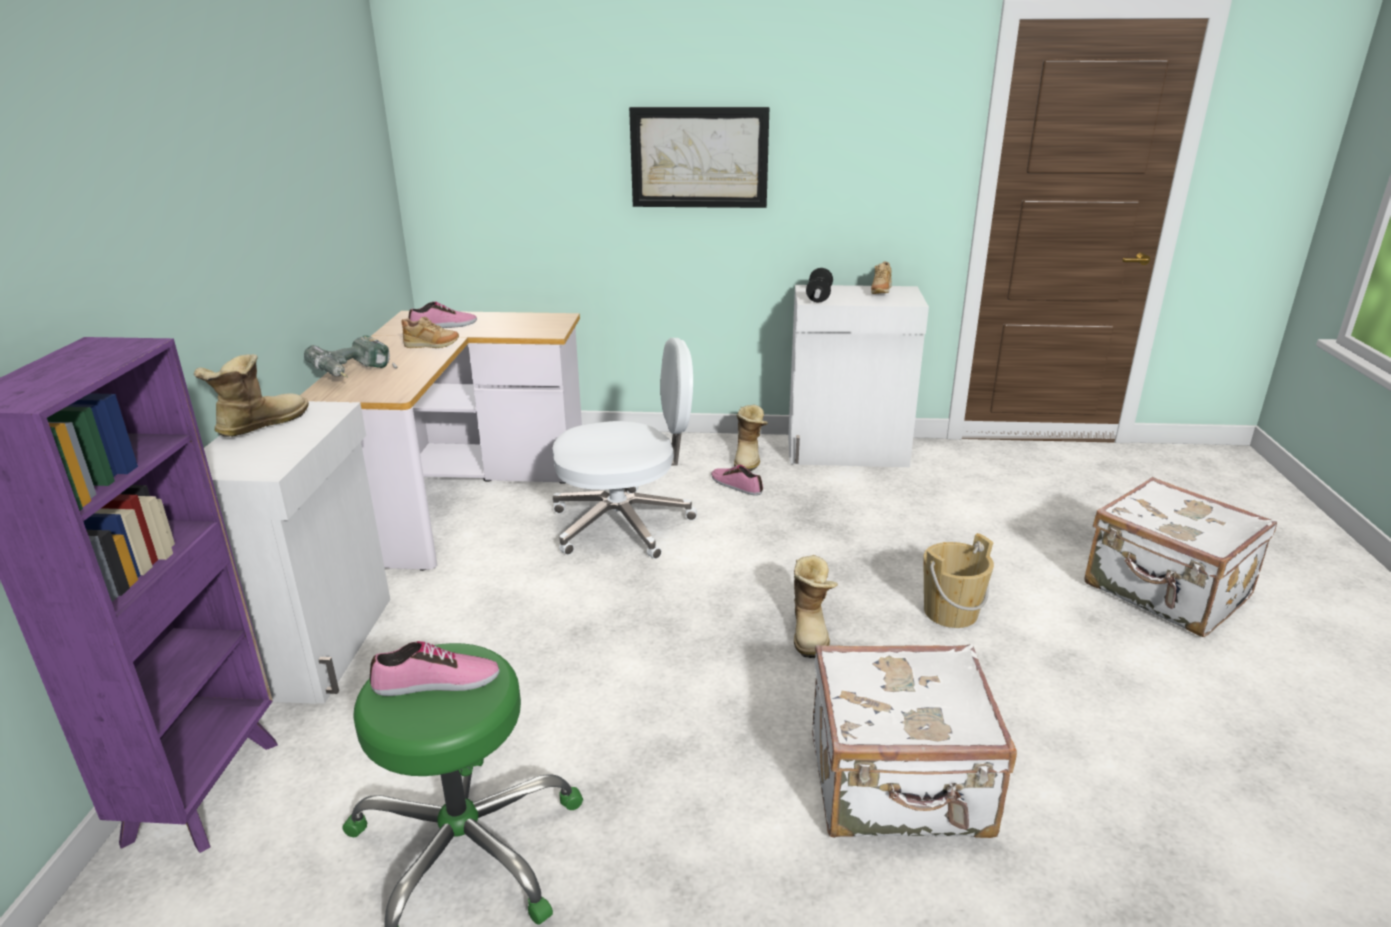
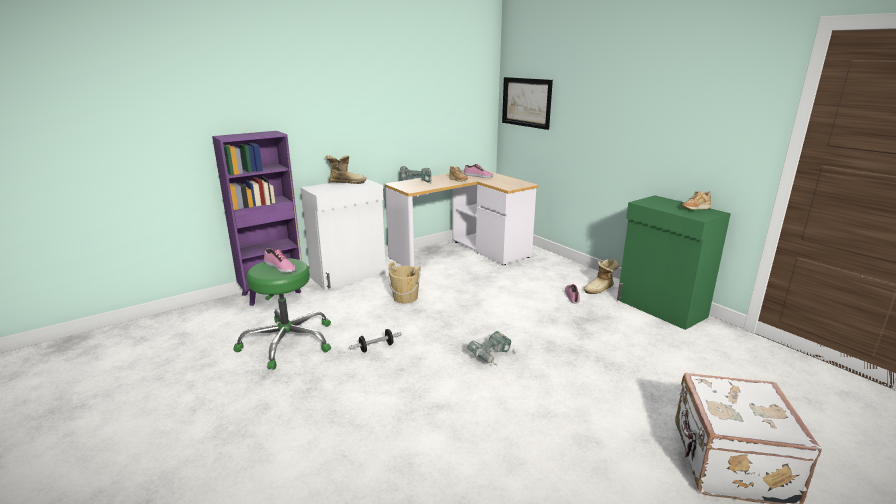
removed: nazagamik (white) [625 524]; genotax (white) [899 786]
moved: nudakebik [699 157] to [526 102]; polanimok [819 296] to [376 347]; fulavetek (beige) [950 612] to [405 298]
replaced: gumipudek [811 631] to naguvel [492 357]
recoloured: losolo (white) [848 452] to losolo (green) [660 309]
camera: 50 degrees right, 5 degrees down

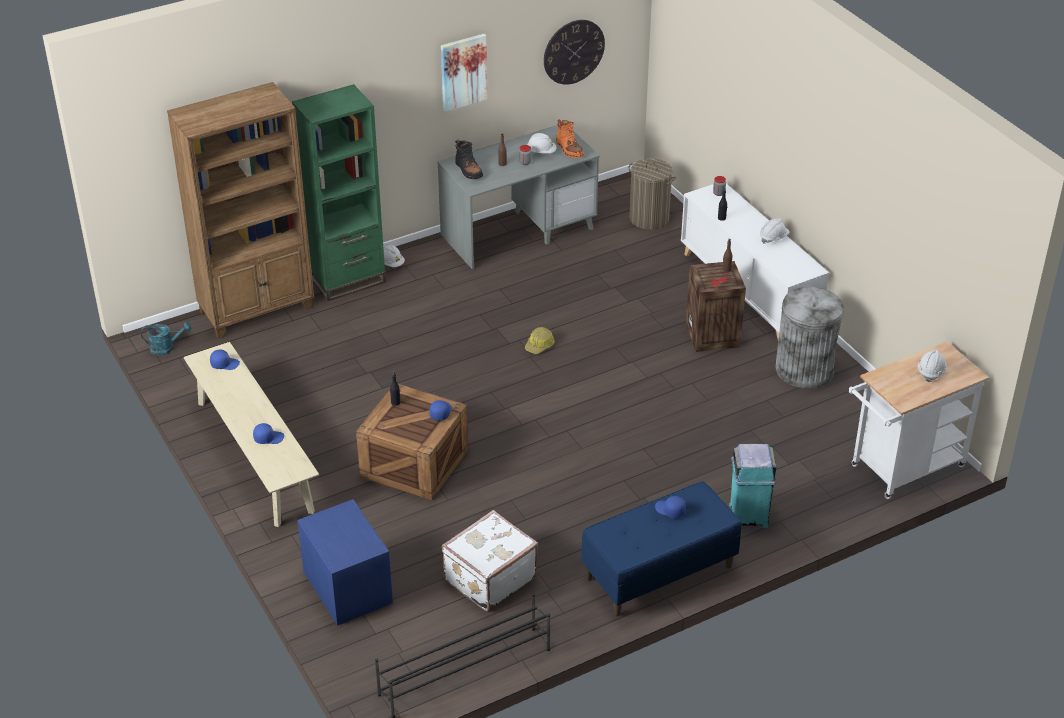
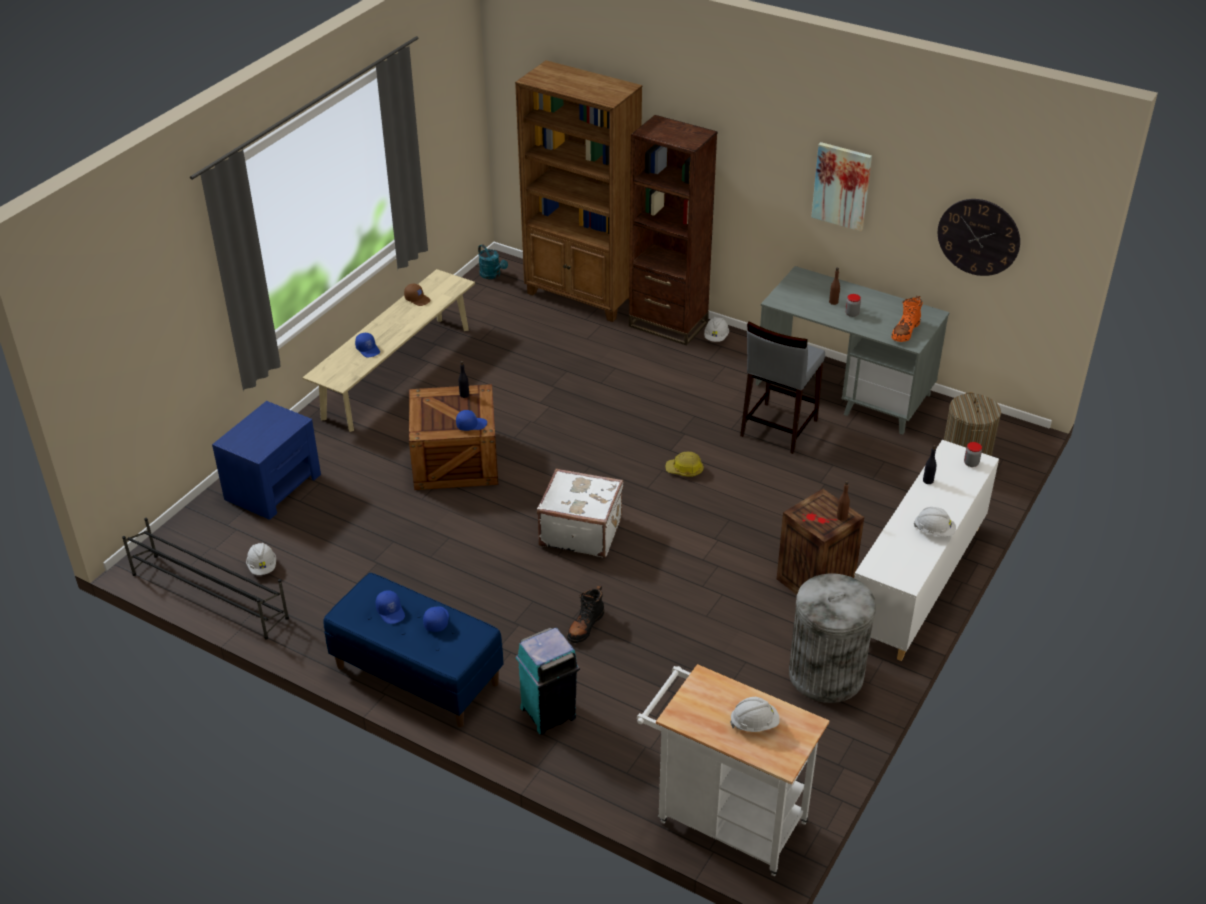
added: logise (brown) [417 299]; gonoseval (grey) [778 428]
moved: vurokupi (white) [541 152] to [262 567]; gumipudek (black) [468 170] to [585 626]; logise (blue) [225 364] to [391 611]; genotax (white) [489 578] to [580 531]
recoloured: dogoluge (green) [347 280] to dogoluge (brown) [668 324]
camera: 60 degrees right, 0 degrees up

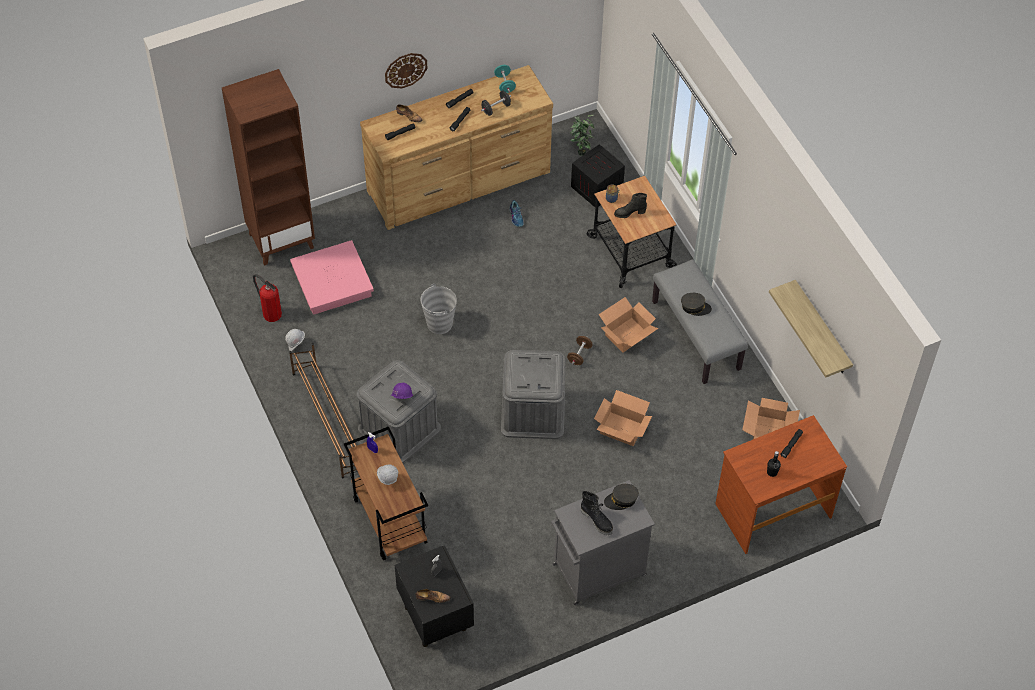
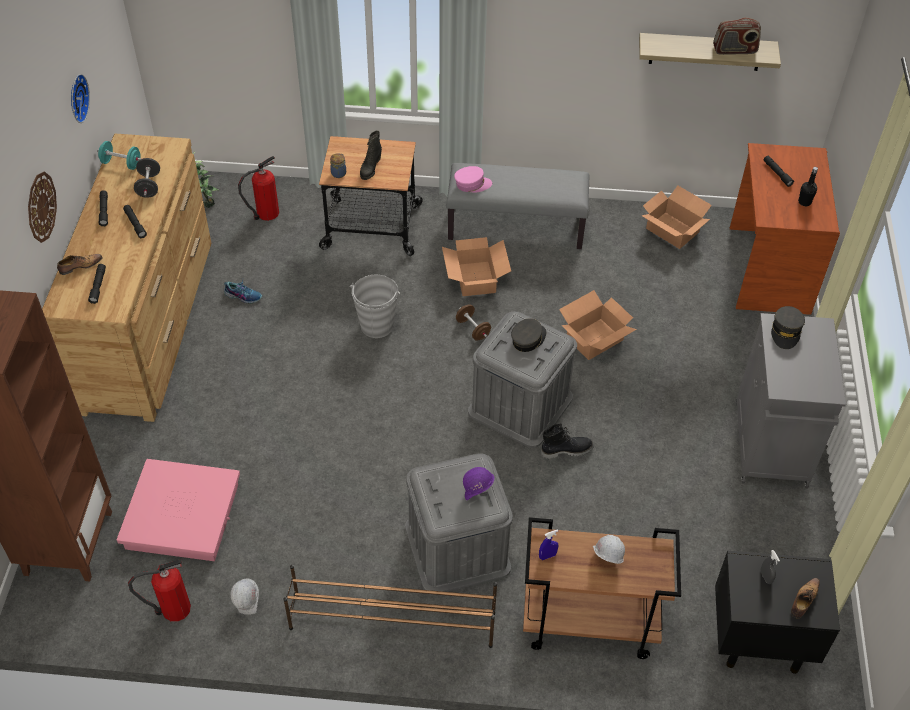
added: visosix [734 50]; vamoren [76 98]; logise (pink) [472 184]
moved: fulavetek (grey) [439 323] to [376 326]; logise (grey) [695 307] to [528 339]; gumipudek (black) [597 520] to [566 450]
replaced: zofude [597 188] to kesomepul [266 214]
camera: 60 degrees left, 5 degrees down

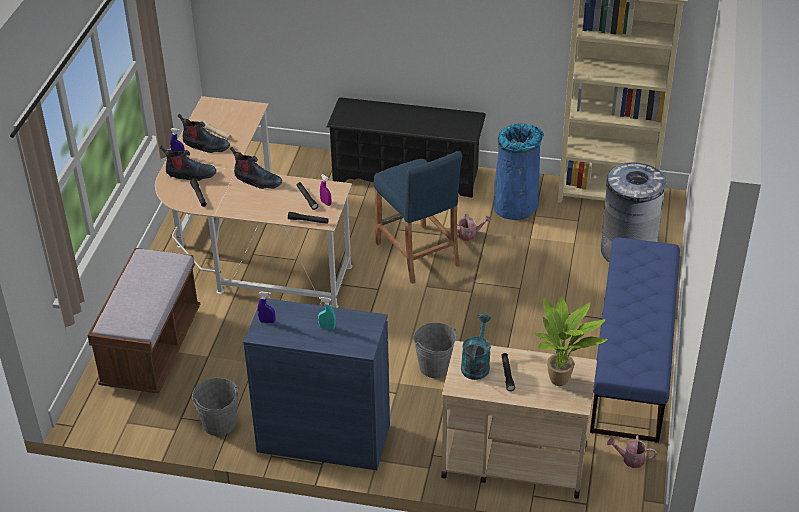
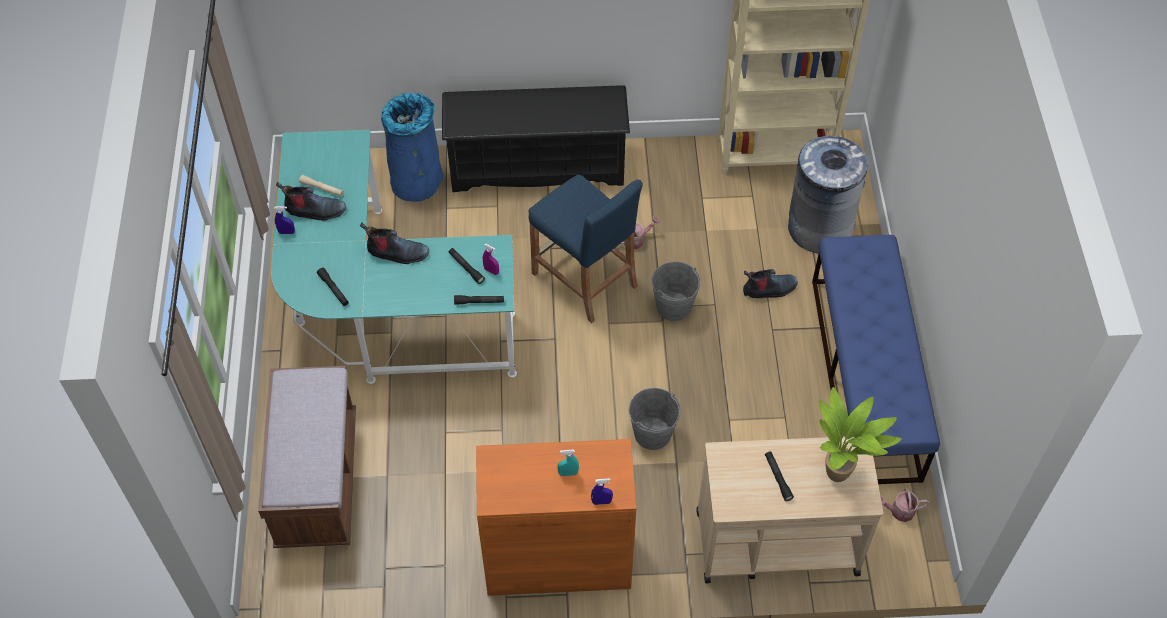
removed: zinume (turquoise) [476 364]
moved: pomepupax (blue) [516 205] to [417 180]; gumipudek [190 175] to [769 290]; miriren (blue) [267 321] to [601 502]; fulavetek (grey) [219 423] to [673 306]
recoloured: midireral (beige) [247 248] to midireral (turquoise) [382 311]; losolo (blue) [323 438] to losolo (orange) [558 559]
camera: 15 degrees left, 15 degrees up

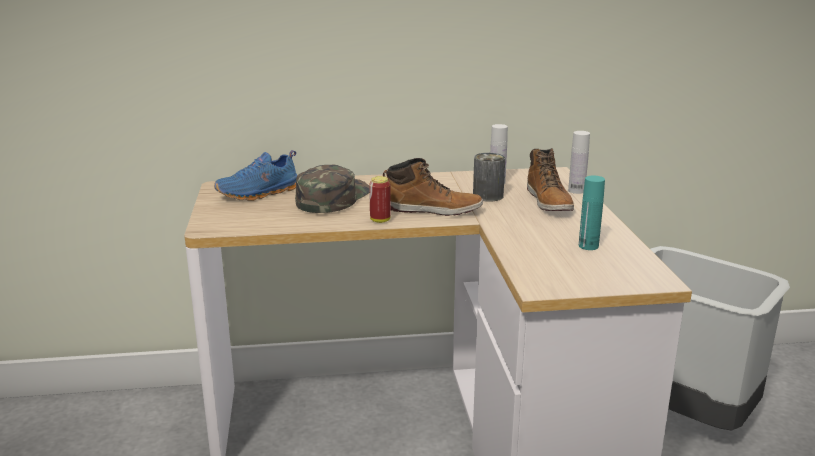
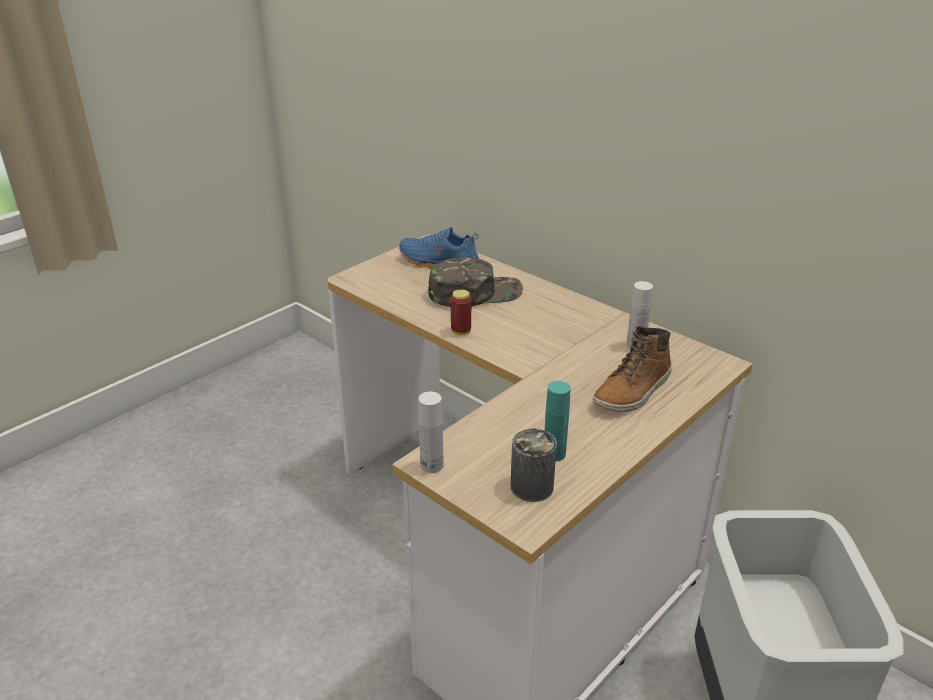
removed: gumipudek [432 209]
moved: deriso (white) [576 191] to [431 465]; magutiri [488 196] to [532 487]
camera: 50 degrees right, 10 degrees up

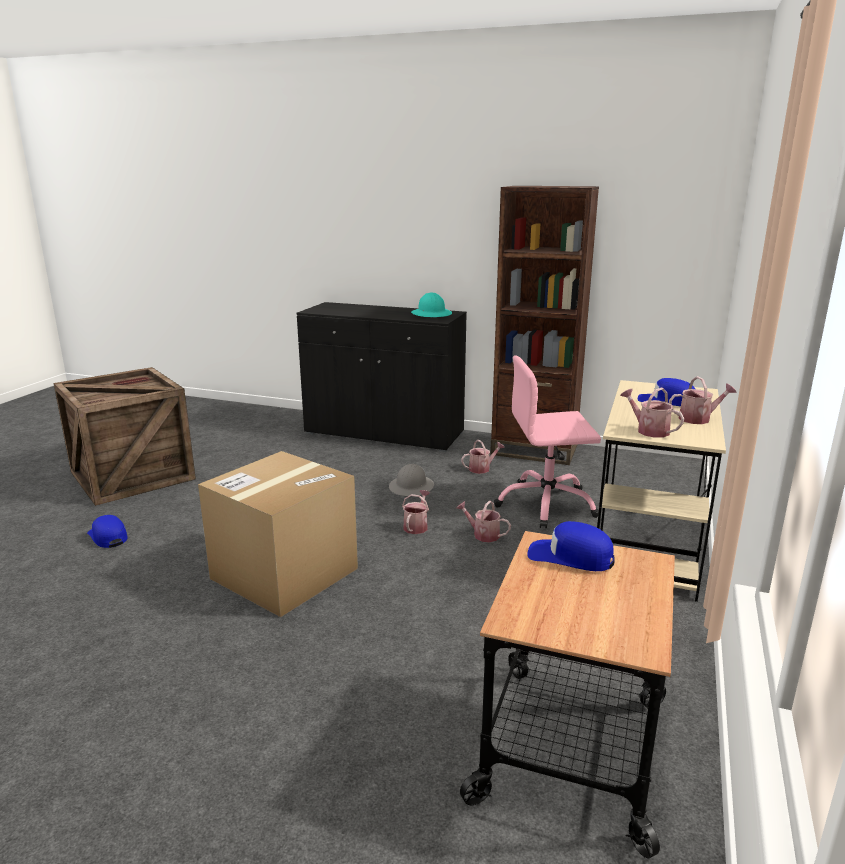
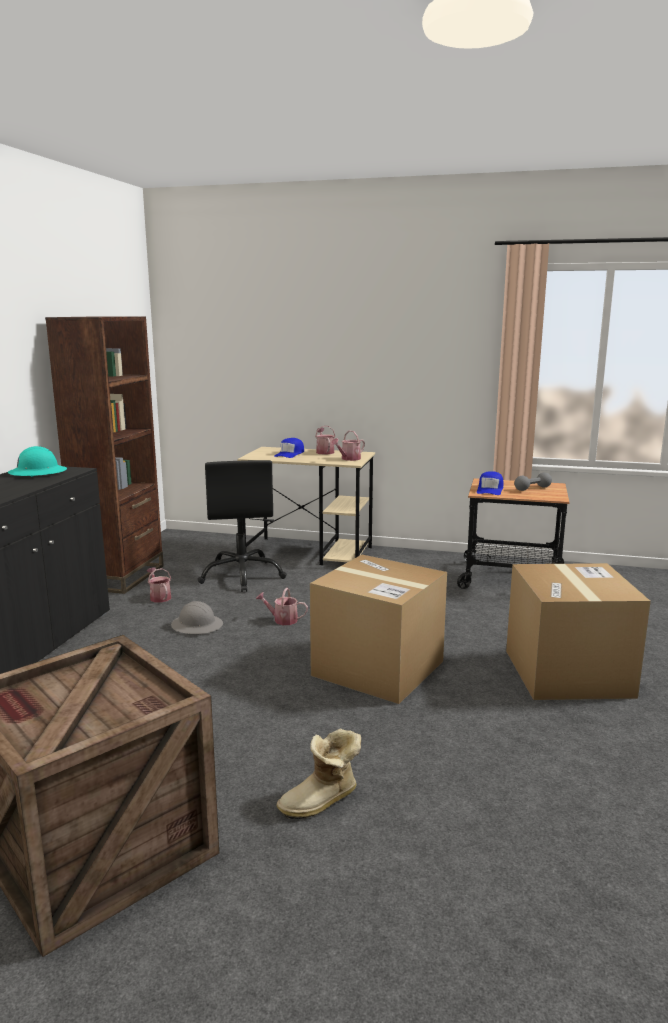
removed: zinume [483 534]
added: polanimok (grey) [532 488]; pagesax [567 673]
replaced: logise (blue) [108 536] to gumipudek [322 802]
recoloured: nazagamik (pink) [546 504] to nazagamik (black) [242 576]
camera: 95 degrees left, 5 degrees down

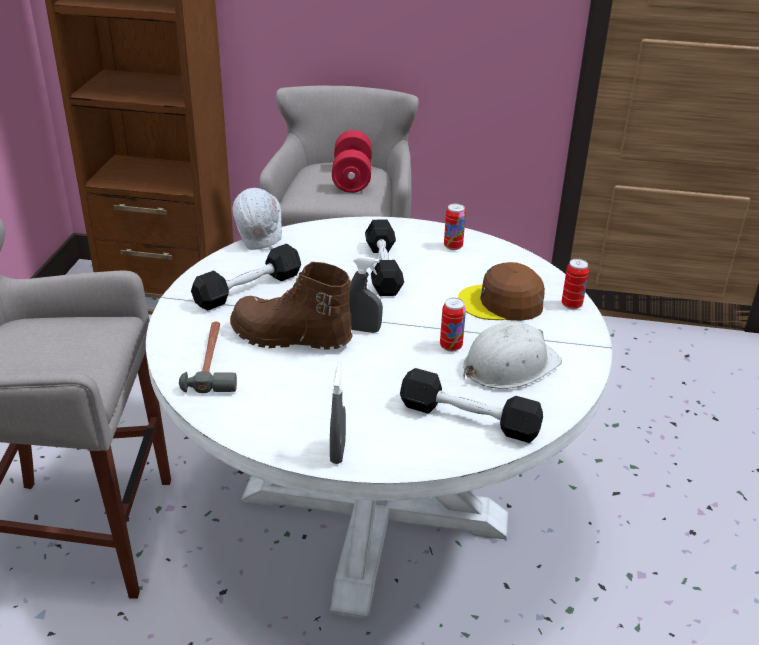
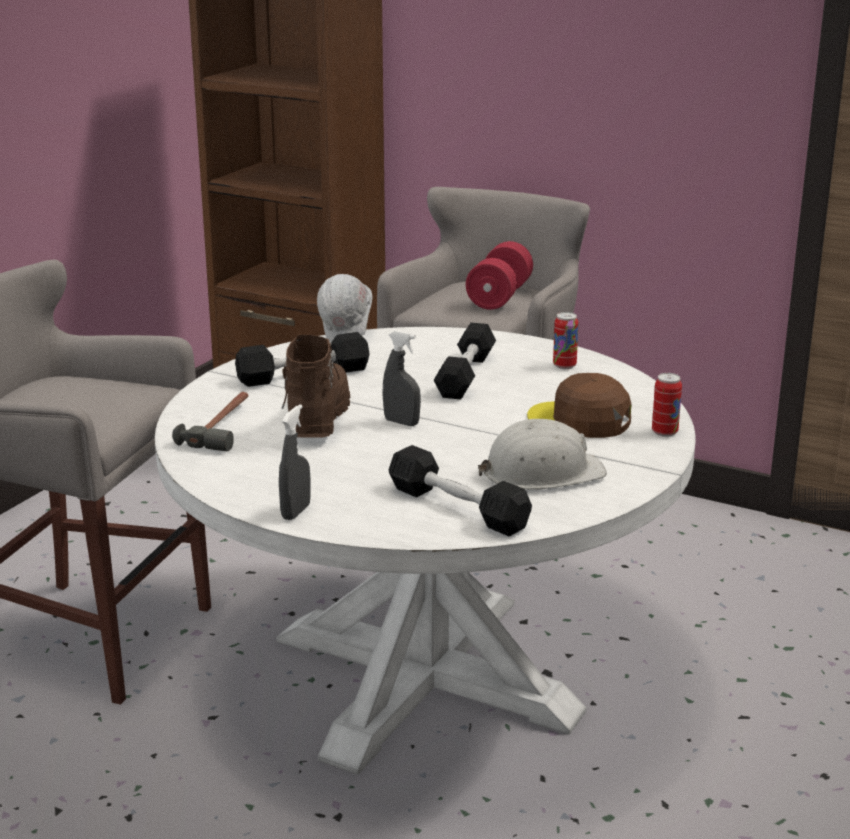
removed: magutiri [451 346]
turned: gumipudek (brown) [290 338] = [317 418] 60 degrees clockwise
camera: 20 degrees right, 10 degrees down

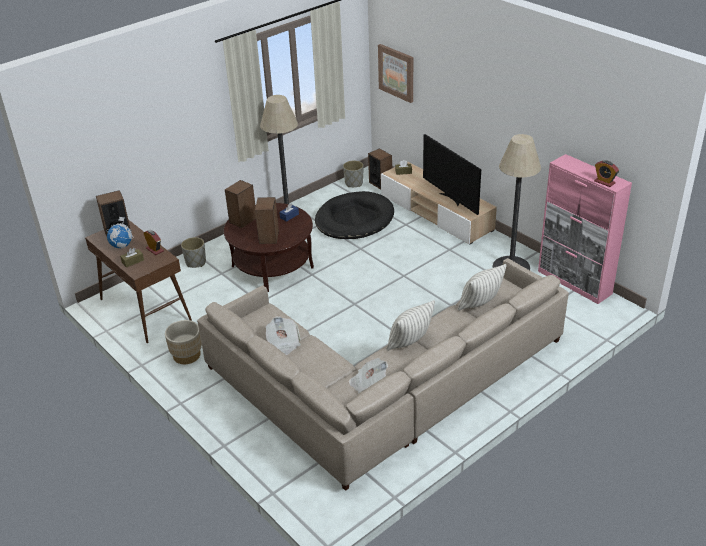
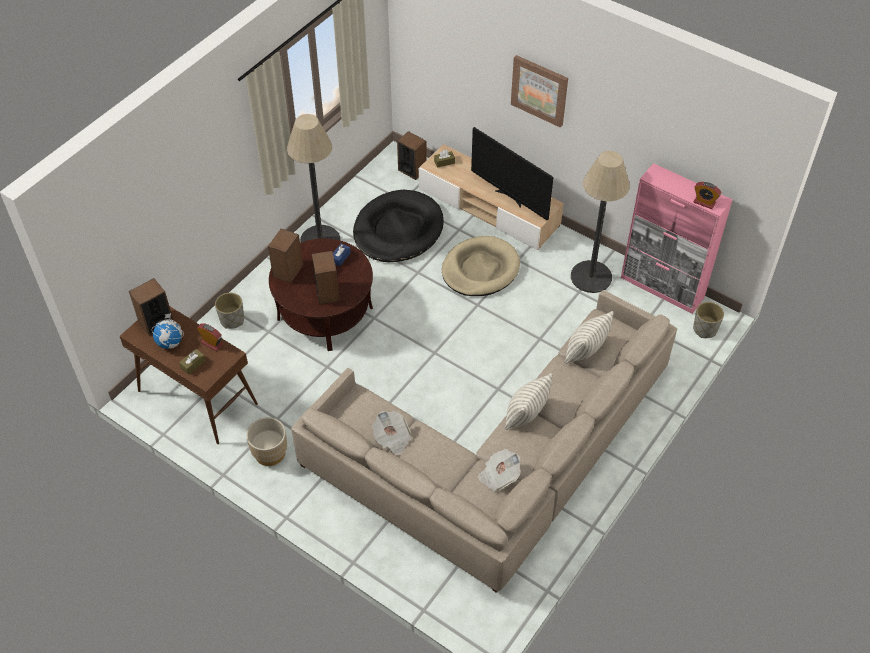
added: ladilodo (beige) [480 269]
moved: nudakebik [396 72] to [539 90]; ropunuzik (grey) [353 183] to [704 329]
camera: 15 degrees left, 15 degrees up

